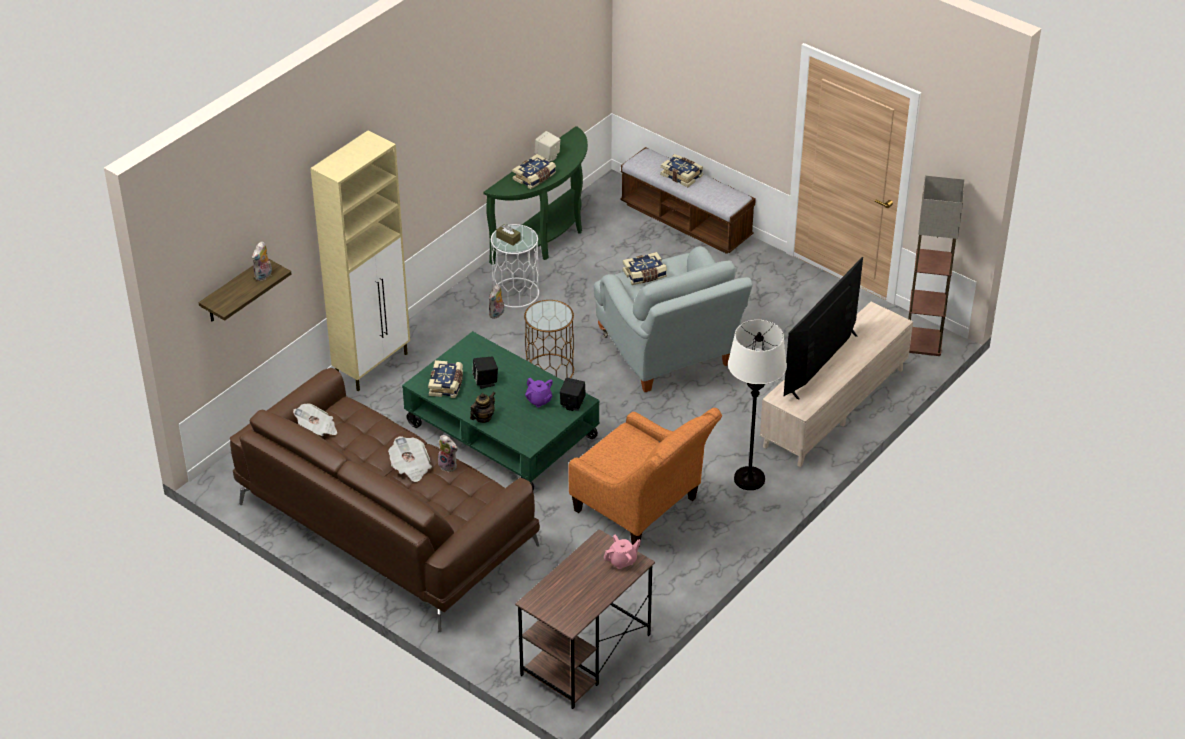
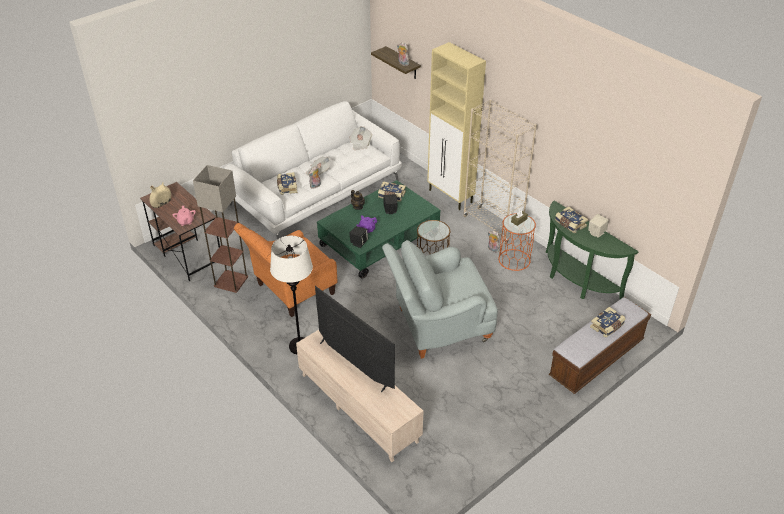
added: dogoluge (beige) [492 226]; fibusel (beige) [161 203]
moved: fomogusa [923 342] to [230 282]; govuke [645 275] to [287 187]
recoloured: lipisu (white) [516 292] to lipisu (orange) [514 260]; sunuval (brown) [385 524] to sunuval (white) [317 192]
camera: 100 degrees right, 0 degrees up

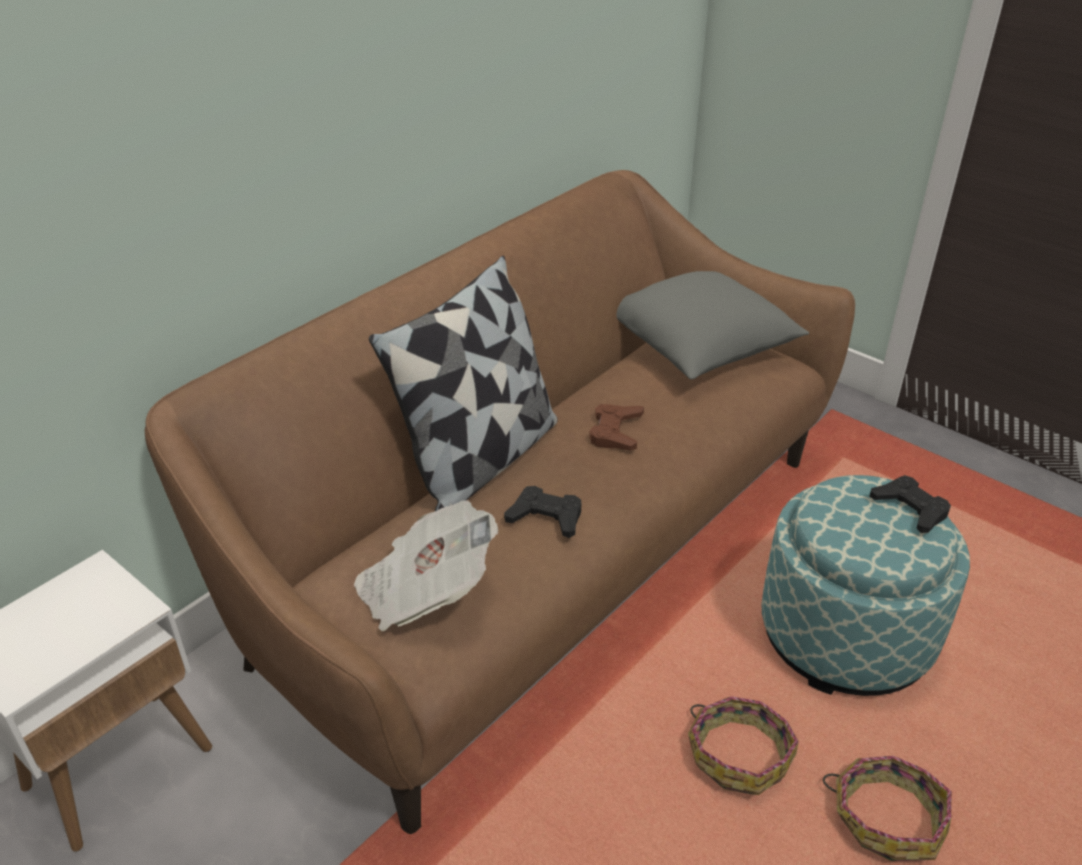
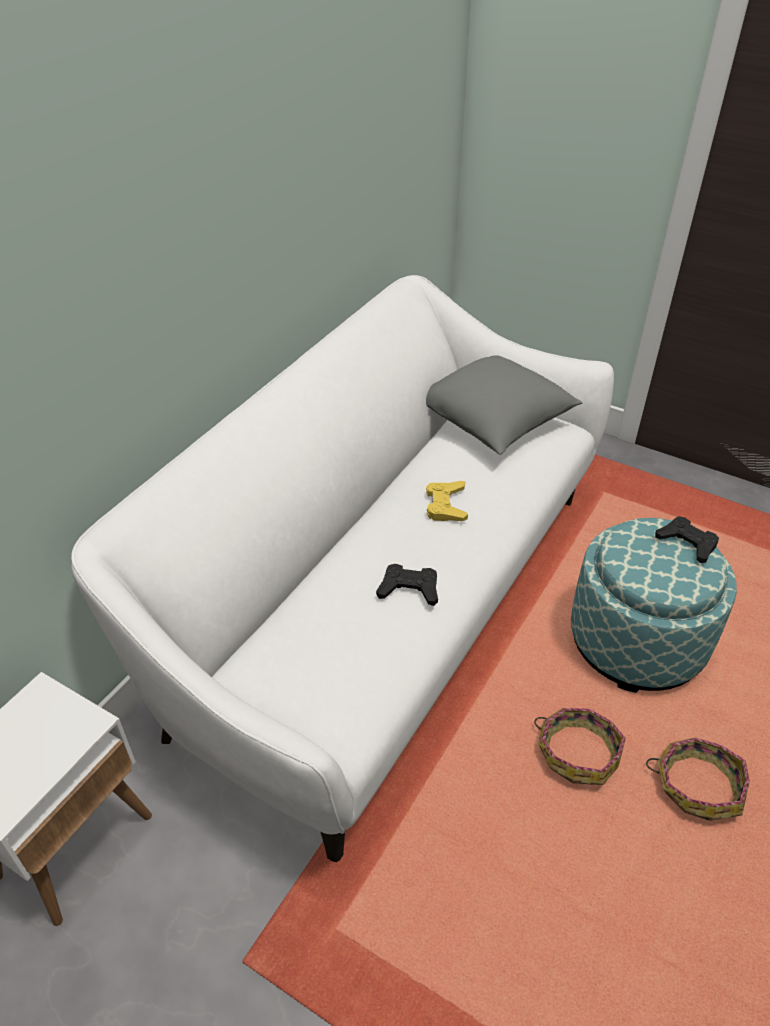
removed: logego [480 460]; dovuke [425 591]
recoloured: sunuval (brown) [541 555] to sunuval (white) [385 606]; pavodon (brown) [615 432] to pavodon (yellow) [446 505]
camera: 10 degrees left, 5 degrees up

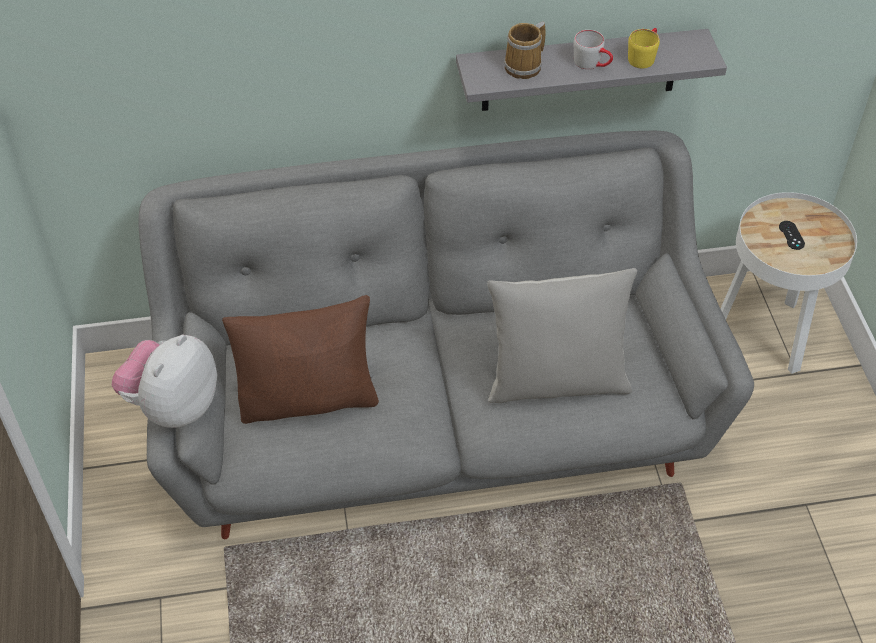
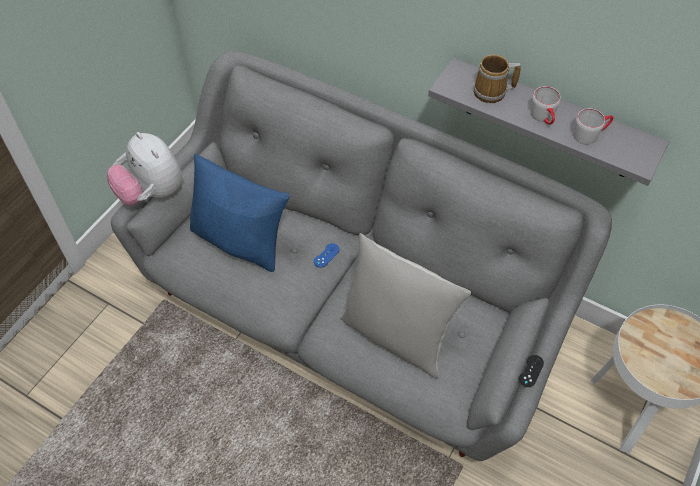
added: pavodon (blue) [326 255]
moved: pavodon (black) [791 235] to [531 371]
recoloured: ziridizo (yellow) [643 56] to ziridizo (grey) [590 134]; logego (brown) [309 398] to logego (blue) [240 240]
turned: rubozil [173 406] = [152 193] 105 degrees counterclockwise
camera: 40 degrees right, 5 degrees up

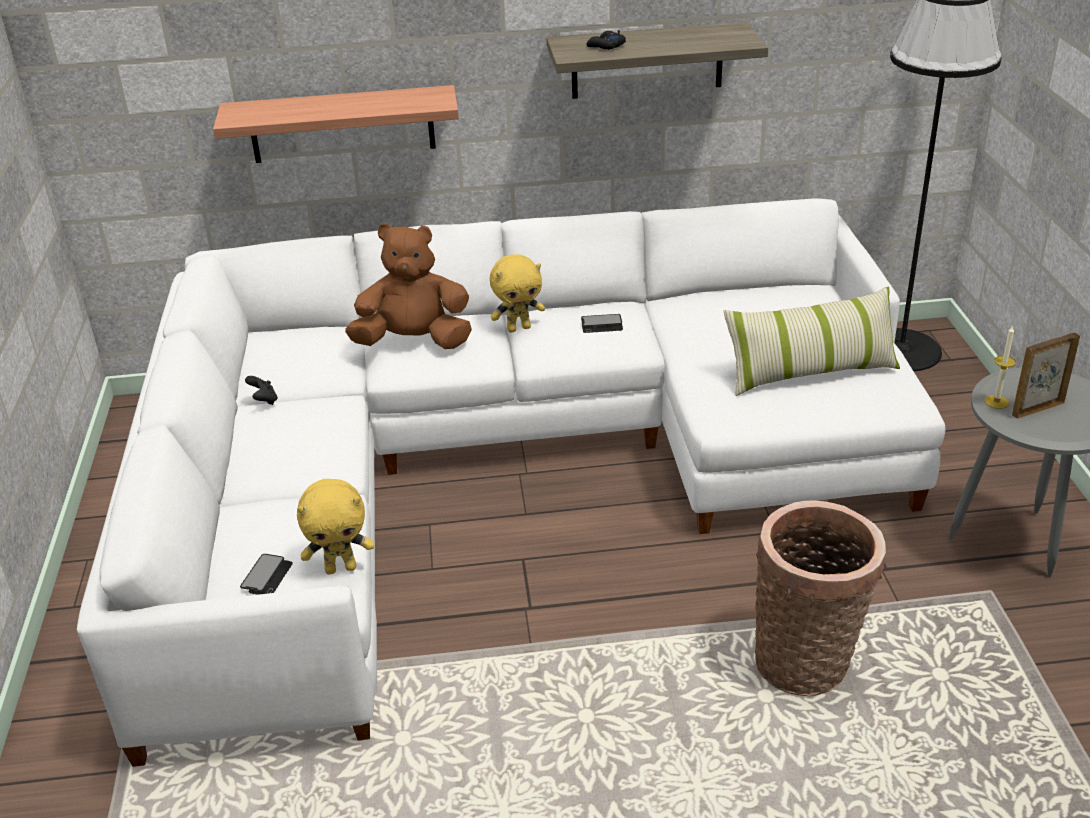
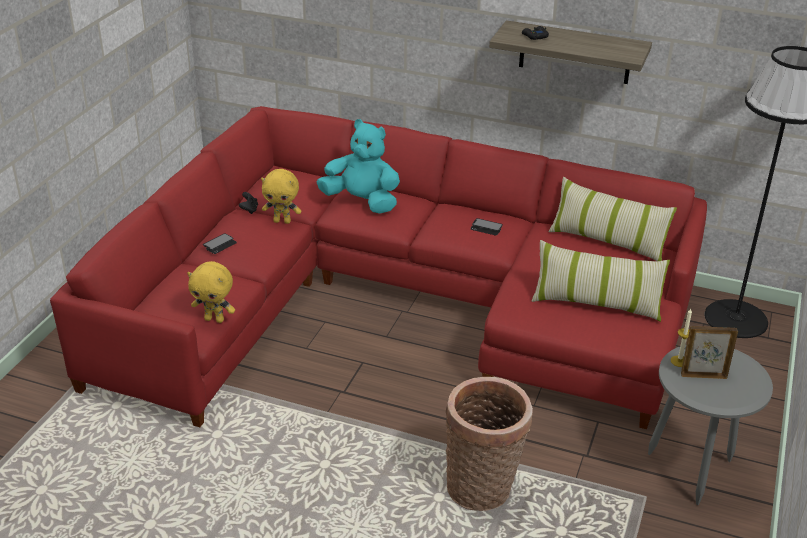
removed: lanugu [342 124]
added: logego [607 241]
moved: rubozil (yellow) [519 328] to [282 221]; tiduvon [267 576] to [220 244]
recoloured: sunuval (white) [500 469] to sunuval (red) [393 303]; rubozil (brown) [414 342] to rubozil (turquoise) [362 202]
camera: 25 degrees right, 0 degrees up

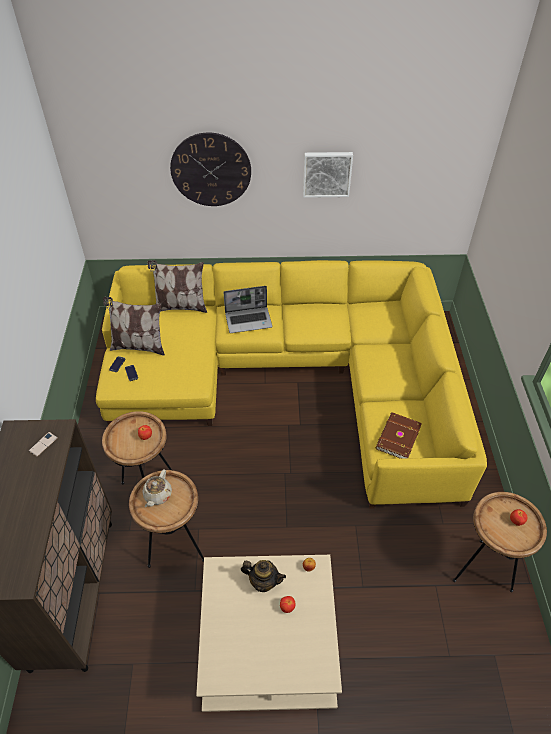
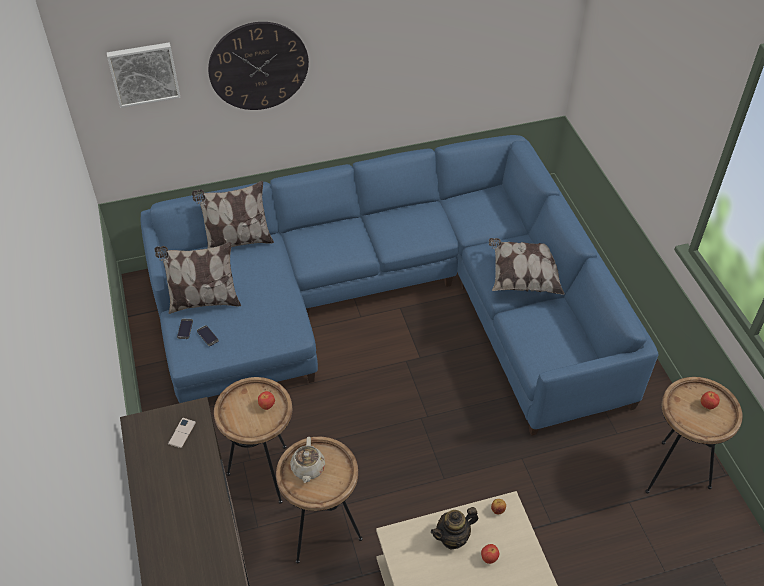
removed: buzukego [249 320]; govuke (brown) [397 437]
added: logego [523 277]
moved: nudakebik [327 173] to [144 73]
recoloured: sunuval (yellow) [292 377] to sunuval (blue) [392 303]
turned: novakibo [263 582] = [453 538] 150 degrees clockwise
camera: 15 degrees left, 0 degrees up

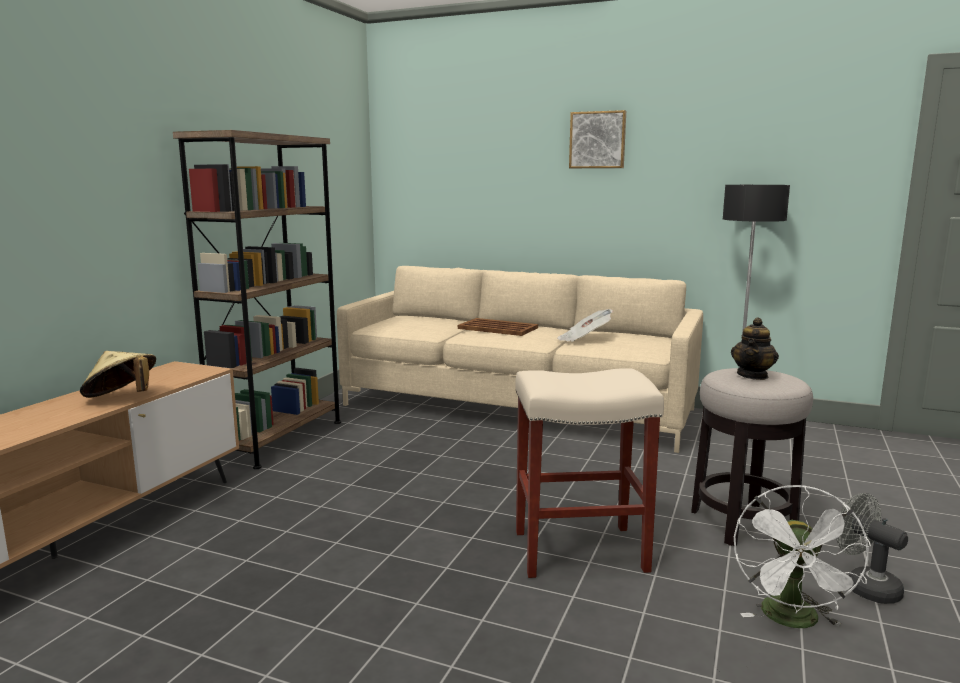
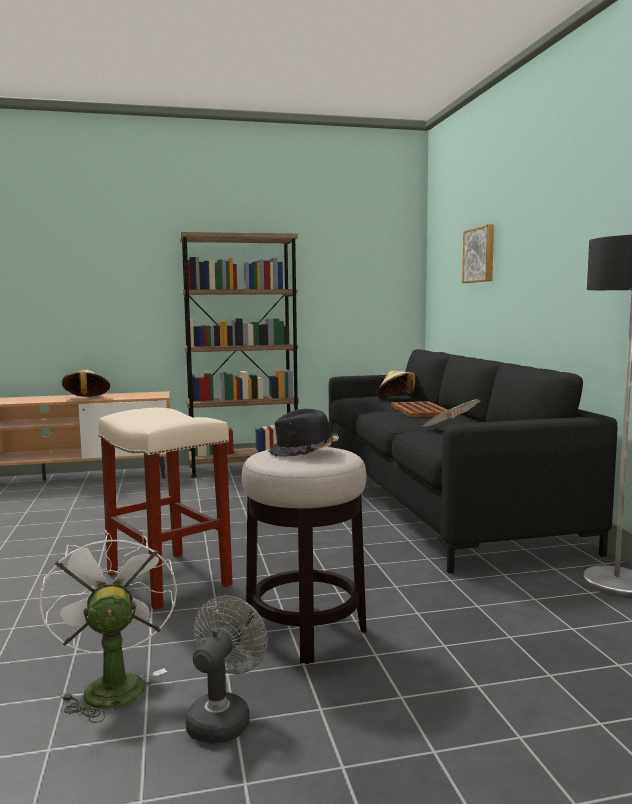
added: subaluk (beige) [396 399]
moved: nudakebik [597 140] to [480 255]
replaced: novakibo [753 375] to subaluk (black) [304 452]
recoloured: sunuval (beige) [516 407] to sunuval (black) [435 498]
turned: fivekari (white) [793 621] = [112 685] 90 degrees clockwise
camera: 55 degrees right, 5 degrees down

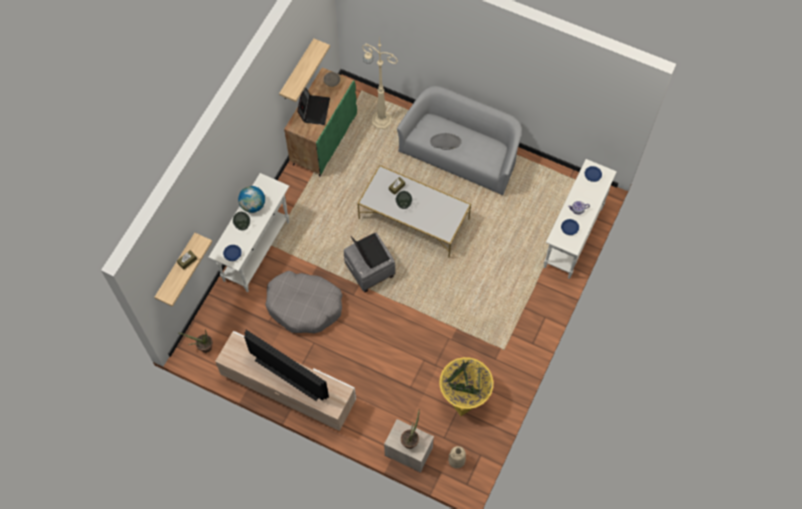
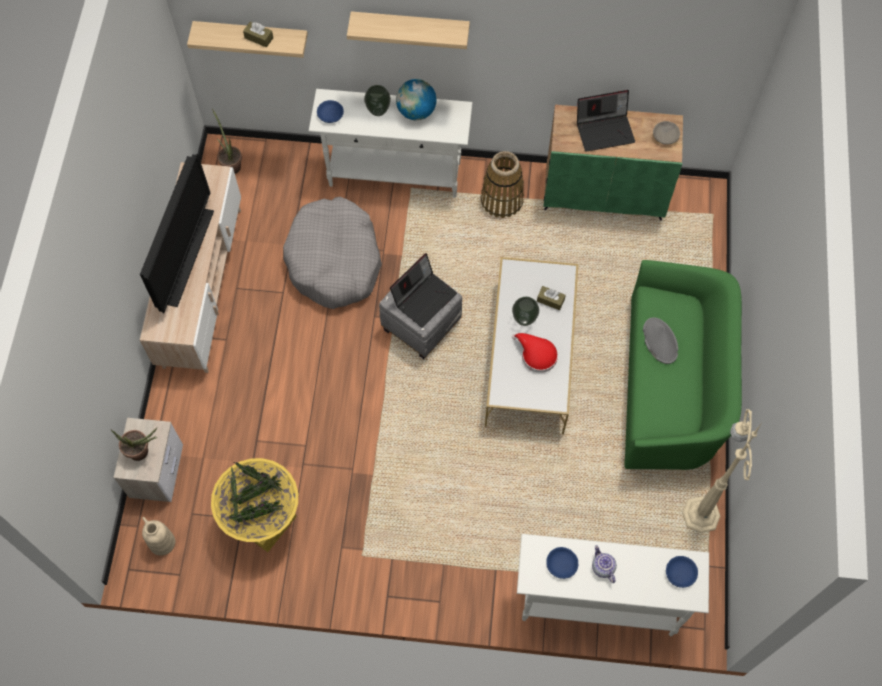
added: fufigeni [502 200]; subaluk (red) [536 354]
moved: fomogusa (beige) [380 119] to [701 512]; lanugu [297 71] to [410 27]
recoloured: sunuval (grey) [461 153] to sunuval (green) [672 386]
camera: 70 degrees right, 0 degrees up

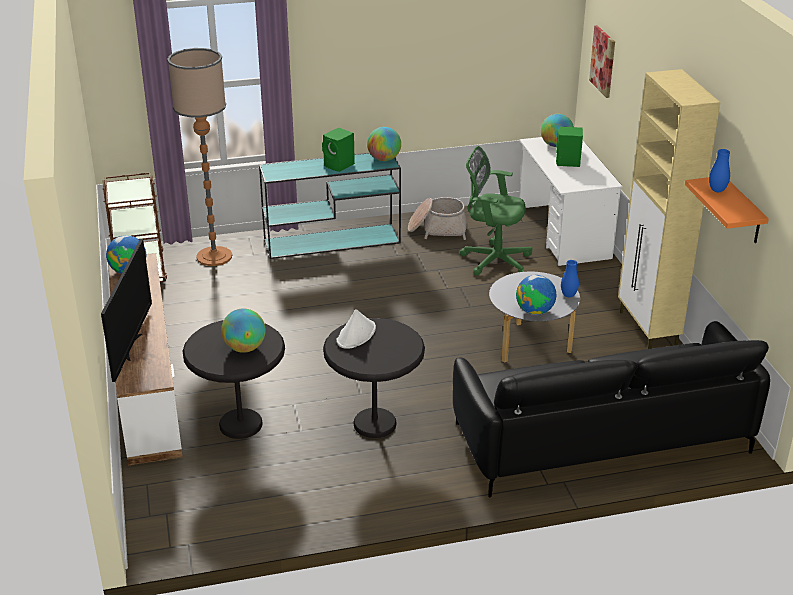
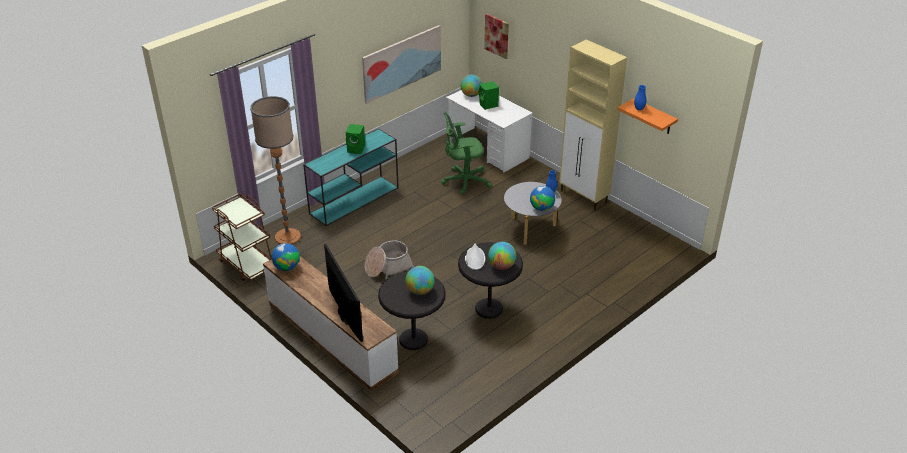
removed: sunuval (black) [601 438]
added: nudakebik [402 63]
moved: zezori [384 159] to [501 266]; fufigeni [437 229] to [388 267]
camera: 30 degrees left, 5 degrees up

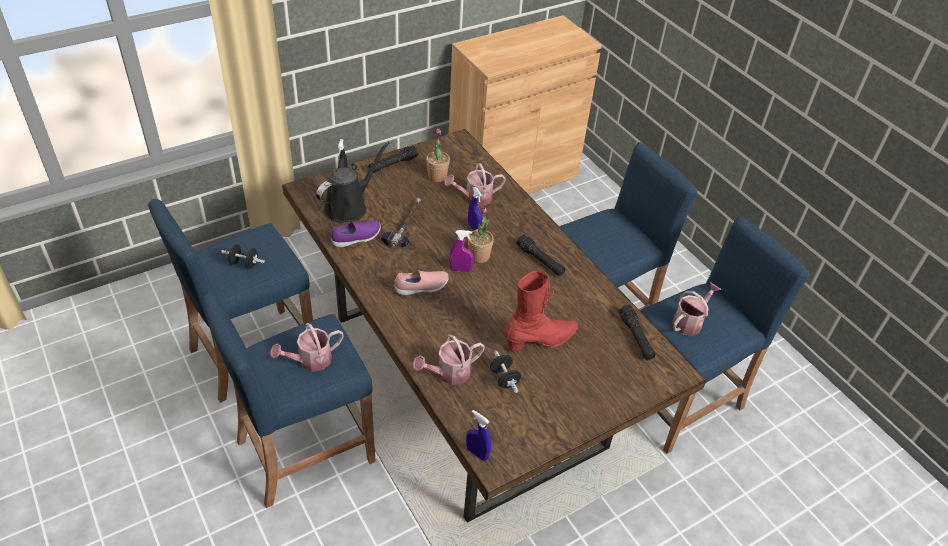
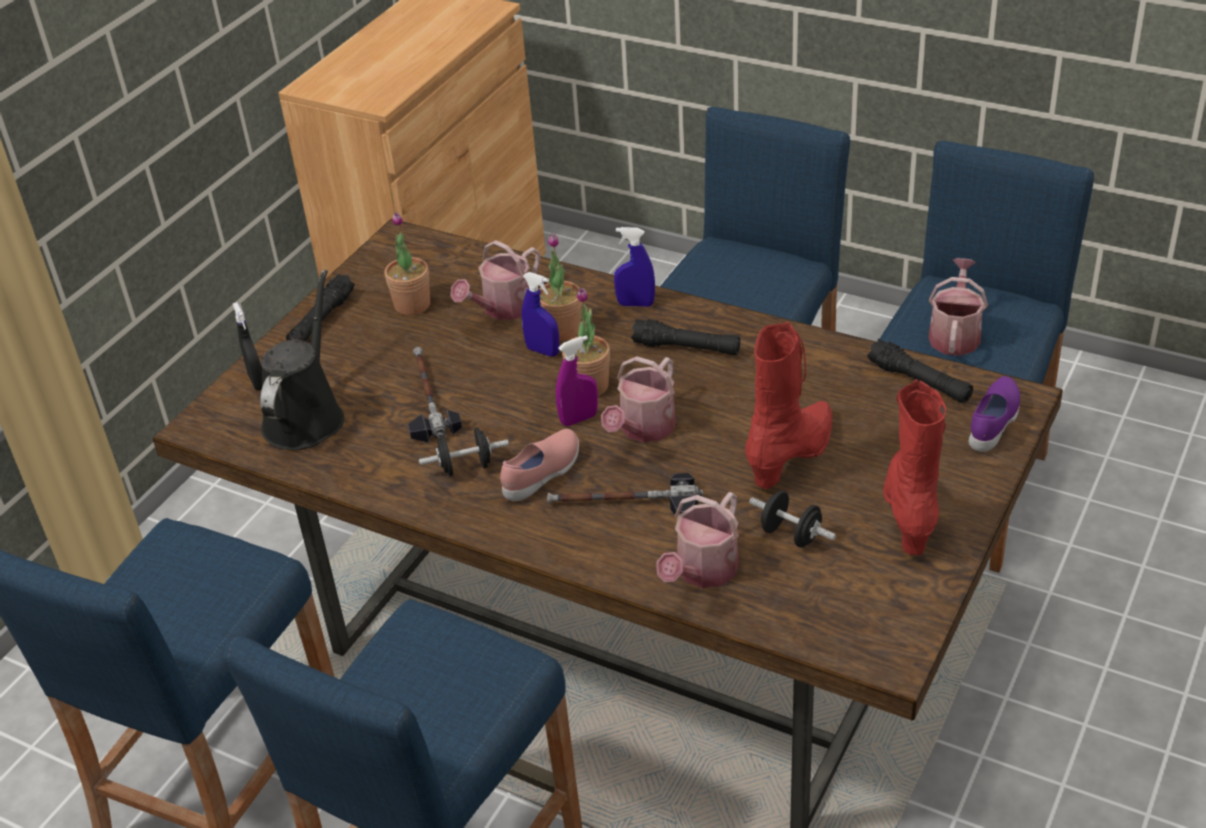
added: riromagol [562 330]; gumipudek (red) [910 513]; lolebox [624 504]
moved: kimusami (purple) [357 239] to [994 424]; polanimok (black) [244 263] to [466 467]; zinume [310 360] to [643 429]; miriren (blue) [477 453] to [635 304]
camera: 25 degrees left, 5 degrees down

